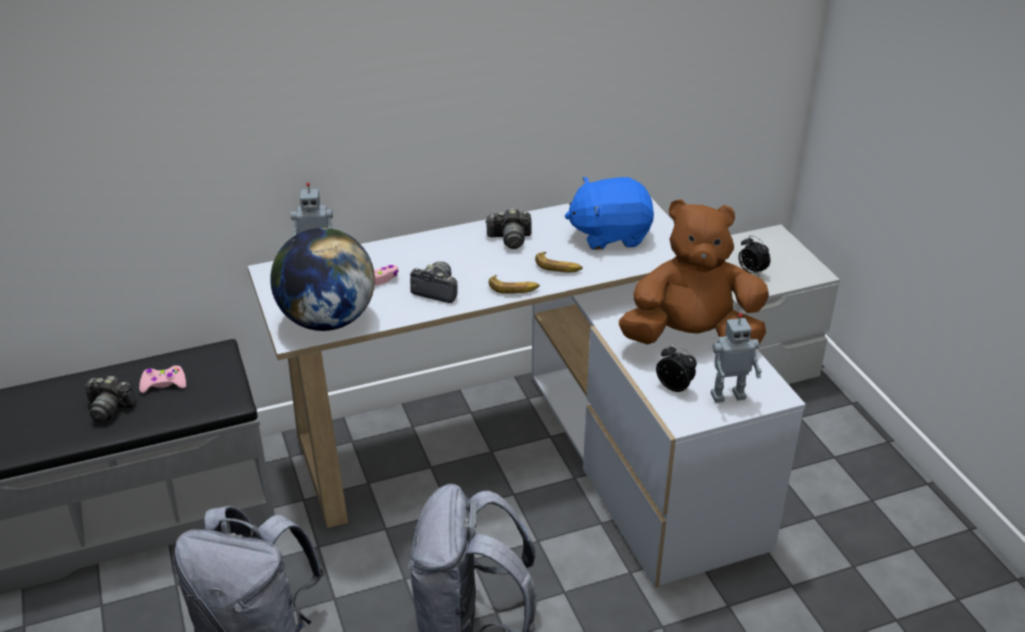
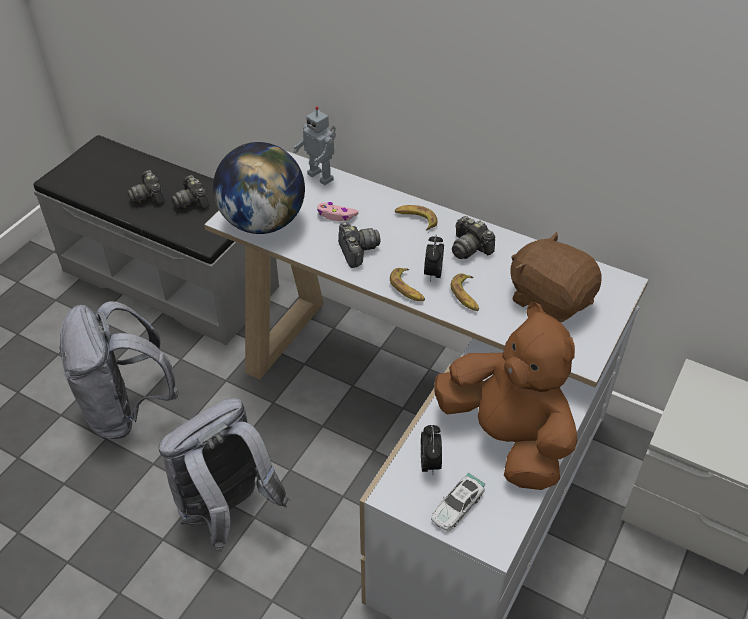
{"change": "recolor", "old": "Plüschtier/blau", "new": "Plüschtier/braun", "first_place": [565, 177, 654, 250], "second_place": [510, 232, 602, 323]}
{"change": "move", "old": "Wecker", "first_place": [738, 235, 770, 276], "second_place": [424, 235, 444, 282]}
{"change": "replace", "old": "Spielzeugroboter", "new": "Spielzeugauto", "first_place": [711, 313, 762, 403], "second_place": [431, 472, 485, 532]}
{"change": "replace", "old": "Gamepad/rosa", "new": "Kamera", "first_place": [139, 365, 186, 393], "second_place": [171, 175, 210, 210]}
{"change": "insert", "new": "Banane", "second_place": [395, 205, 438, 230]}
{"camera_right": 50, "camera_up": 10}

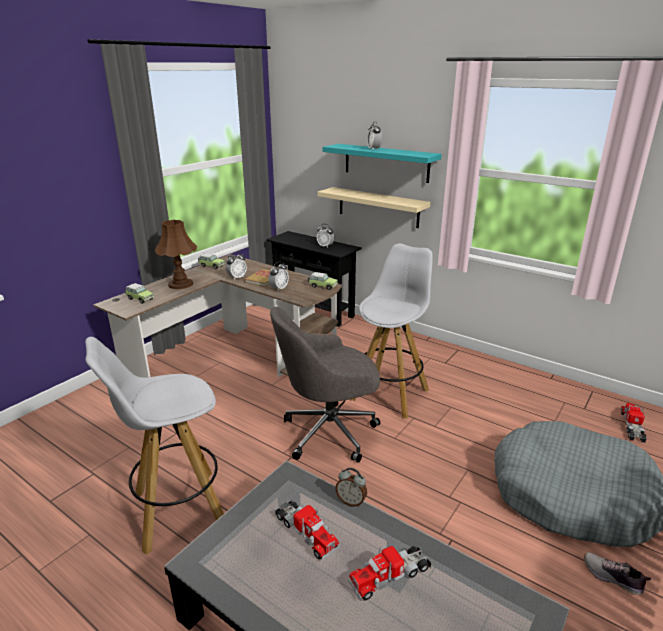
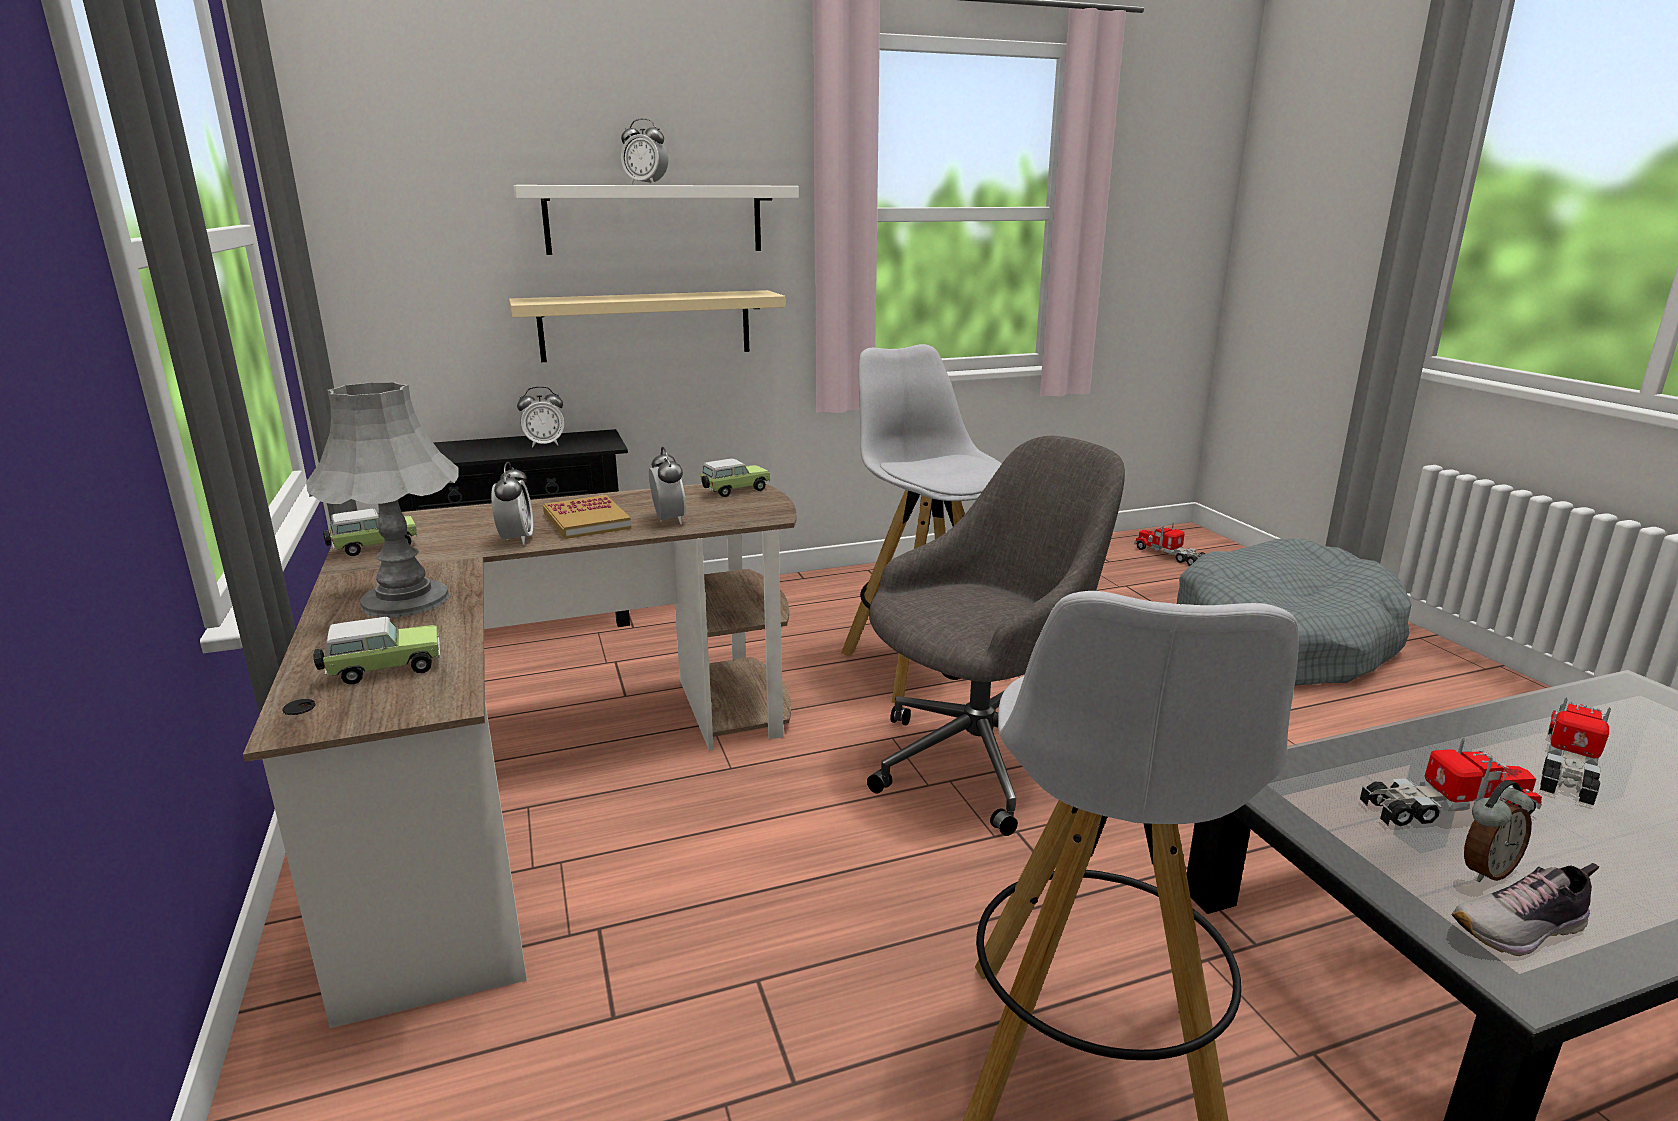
{"change": "recolor", "old": "Wandregal/türkis", "new": "Wandregal/weiß", "first_place": [323, 144, 442, 183], "second_place": [513, 185, 799, 255]}
{"change": "recolor", "old": "Tischlampe/braun", "new": "Tischlampe/grau", "first_place": [155, 220, 197, 289], "second_place": [306, 382, 459, 618]}
{"change": "rotate", "old": "Bürostuhl/grau", "first_place": [270, 307, 380, 463], "second_place": [867, 436, 1125, 836], "degrees": -135}
{"change": "move", "old": "Wecker", "first_place": [335, 468, 367, 507], "second_place": [1464, 780, 1534, 882]}
{"change": "rotate", "old": "Spielzeuglaster", "first_place": [348, 545, 431, 601], "second_place": [1540, 697, 1611, 805], "degrees": -150}
{"change": "move", "old": "Schuh", "first_place": [584, 552, 651, 595], "second_place": [1452, 863, 1599, 956]}
{"camera_right": -55, "camera_up": -5}

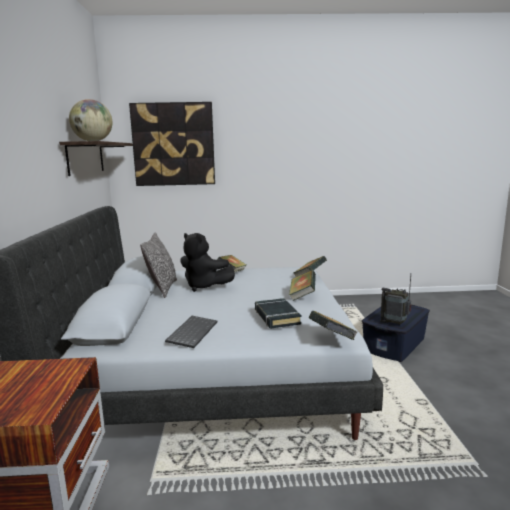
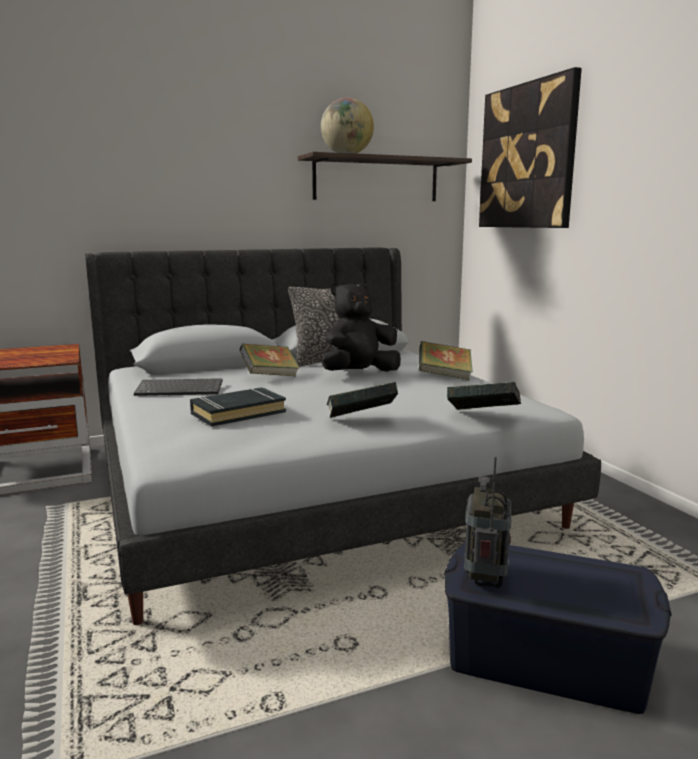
{"change": "rotate", "old": "Plüschtier/schwarz", "first_place": [180, 233, 235, 292], "second_place": [322, 282, 401, 372], "degrees": 45}
{"change": "move", "old": "Buch", "first_place": [309, 311, 357, 340], "second_place": [239, 344, 300, 376]}
{"camera_right": 70, "camera_up": 0}

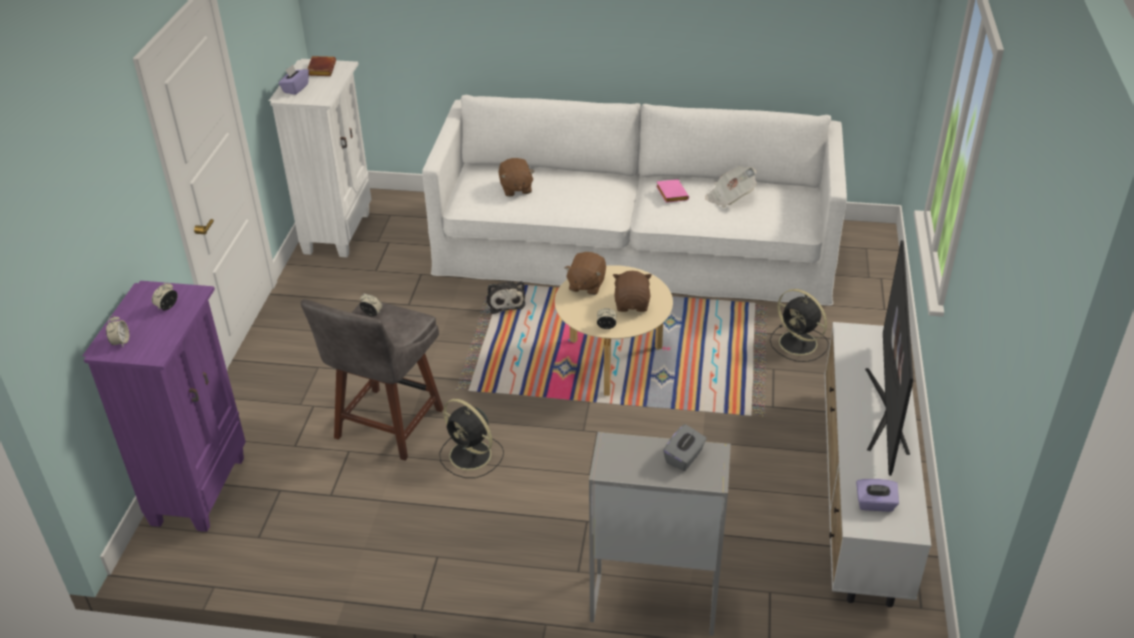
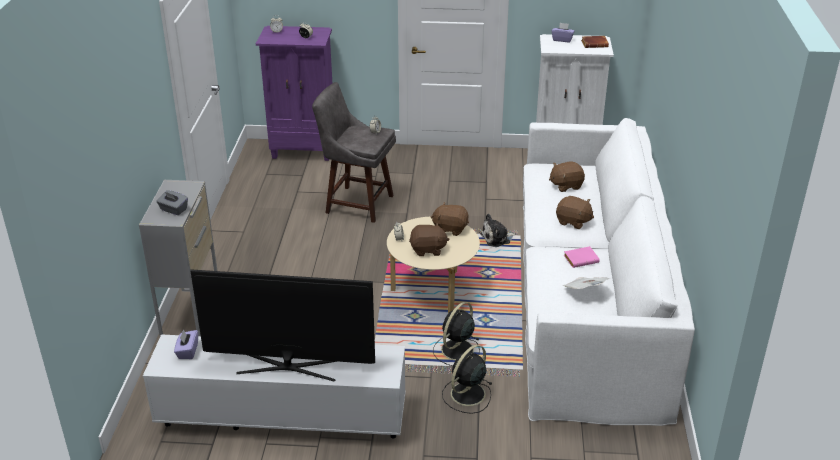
{"change": "move", "old": "Ventilator/schwarz", "first_place": [439, 399, 504, 478], "second_place": [433, 302, 480, 366]}
{"change": "insert", "new": "Plüschtier/braun", "second_place": [556, 196, 594, 229]}
{"camera_right": 85, "camera_up": -5}

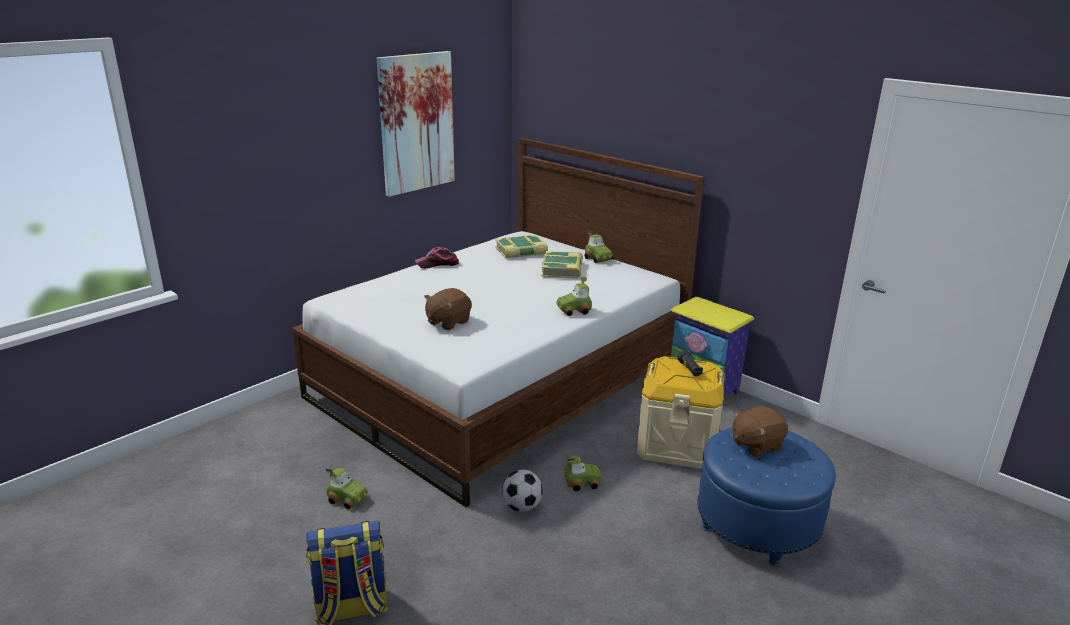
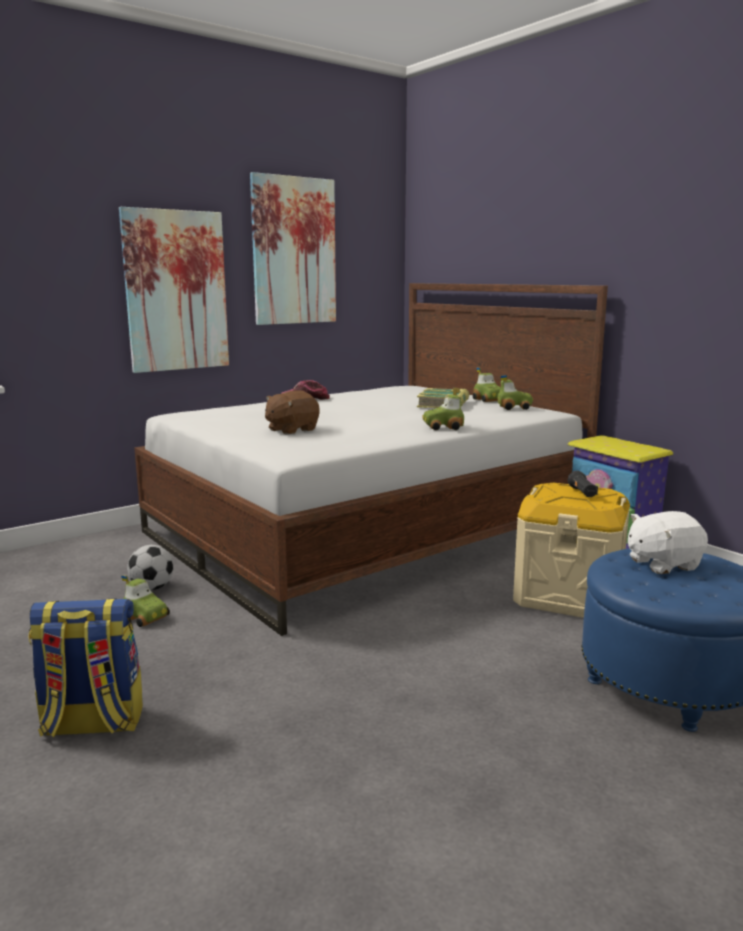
{"change": "delete", "old": "Buch", "first_place": [495, 234, 548, 259]}
{"change": "recolor", "old": "Plüschtier/braun", "new": "Plüschtier/weiß", "first_place": [732, 406, 788, 457], "second_place": [628, 511, 708, 574]}
{"change": "move", "old": "Spielzeugauto", "first_place": [564, 455, 602, 491], "second_place": [497, 375, 533, 410]}
{"change": "move", "old": "Fußball", "first_place": [502, 470, 543, 512], "second_place": [127, 545, 173, 590]}
{"change": "insert", "new": "Bild", "second_place": [119, 207, 229, 373]}
{"camera_right": 10, "camera_up": -10}

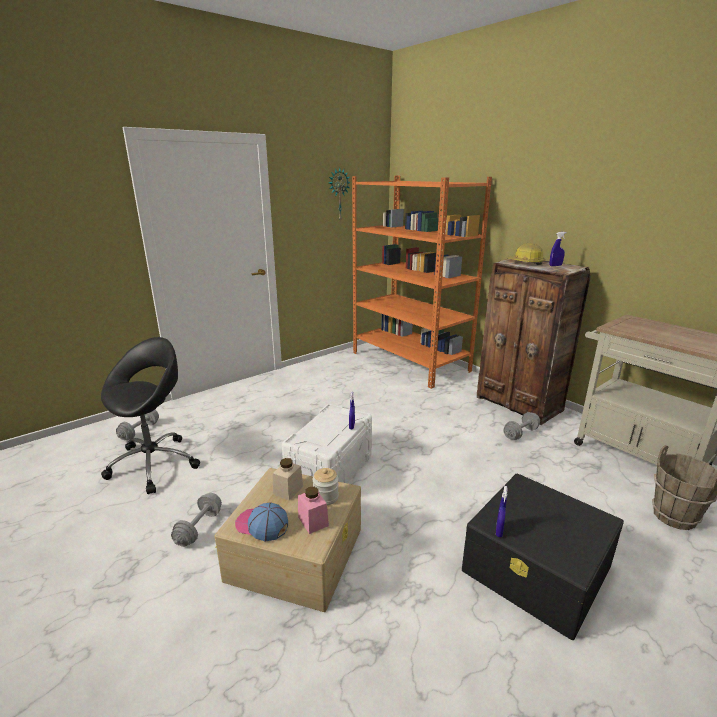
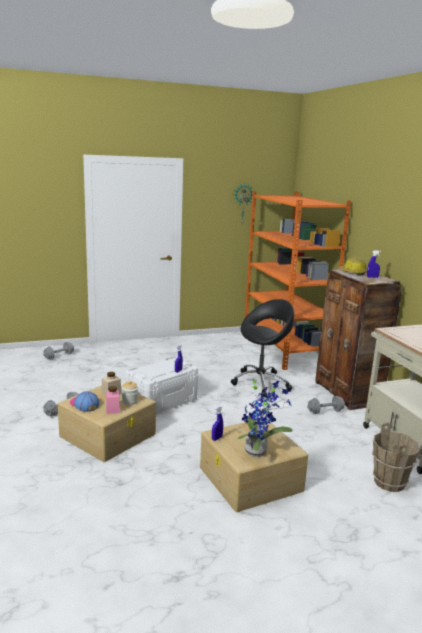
{"change": "move", "old": "Bürostuhl/schwarz", "first_place": [101, 337, 200, 494], "second_place": [231, 299, 294, 398]}
{"change": "recolor", "old": "Aufbewahrungsbox/schwarz", "new": "Aufbewahrungsbox/beige", "first_place": [462, 473, 624, 640], "second_place": [200, 420, 308, 512]}
{"change": "insert", "new": "Topfpflanze", "second_place": [238, 378, 293, 457]}
{"camera_right": 20, "camera_up": -5}

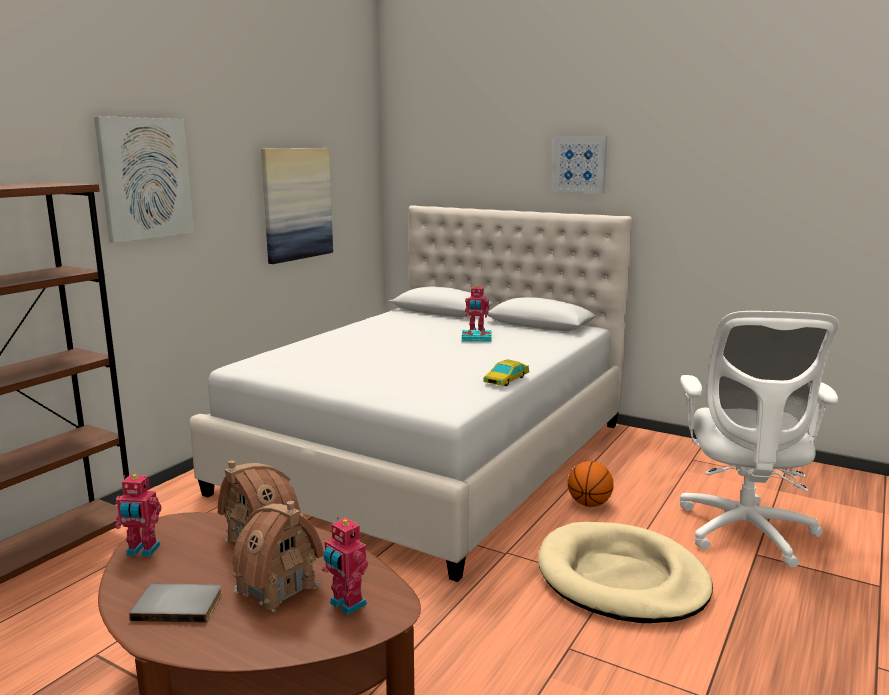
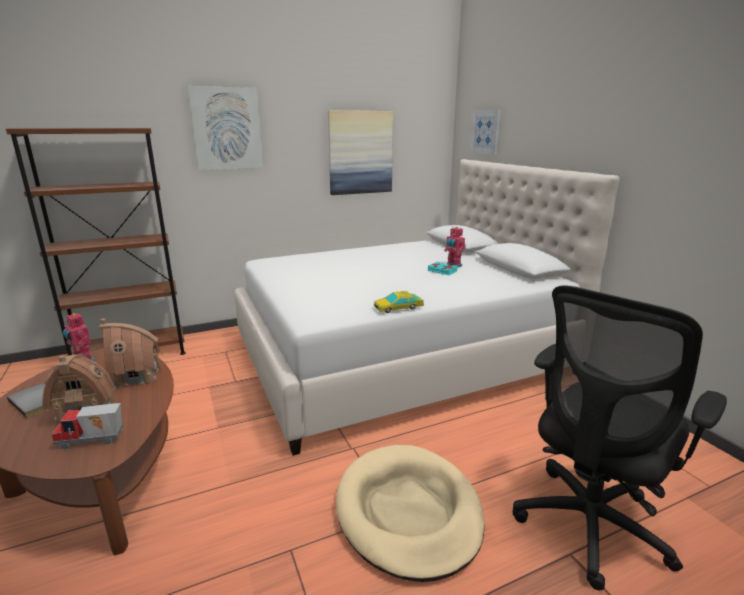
{"change": "move", "old": "Bild", "first_place": [552, 136, 607, 193], "second_place": [470, 109, 501, 154]}
{"change": "recolor", "old": "Bürostuhl/weiß", "new": "Bürostuhl/schwarz", "first_place": [680, 311, 839, 568], "second_place": [513, 285, 727, 591]}
{"change": "delete", "old": "Basketball", "first_place": [568, 461, 614, 507]}
{"change": "replace", "old": "Spielzeugroboter", "new": "Spielzeuglaster", "first_place": [322, 517, 368, 615], "second_place": [52, 403, 123, 449]}
{"camera_right": 35, "camera_up": 5}

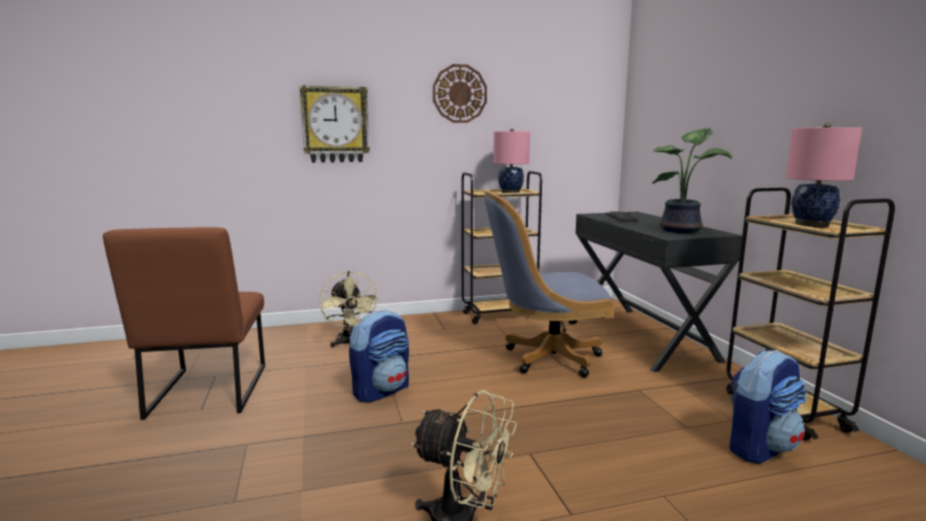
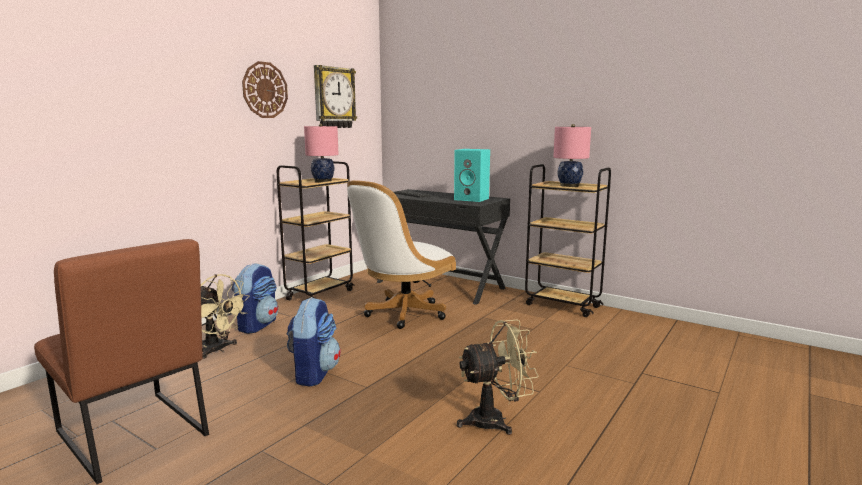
{"change": "move", "old": "Wanduhr", "first_place": [300, 85, 370, 163], "second_place": [314, 65, 357, 128]}
{"change": "replace", "old": "Topfpflanze", "new": "Lautsprecher/türkis", "first_place": [652, 128, 732, 233], "second_place": [454, 149, 490, 202]}
{"change": "recolor", "old": "Bürostuhl/blau", "new": "Bürostuhl/weiß", "first_place": [484, 191, 614, 378], "second_place": [347, 180, 456, 329]}
{"change": "move", "old": "Rucksack", "first_place": [729, 350, 807, 464], "second_place": [232, 263, 278, 334]}
{"camera_right": -40, "camera_up": 0}

